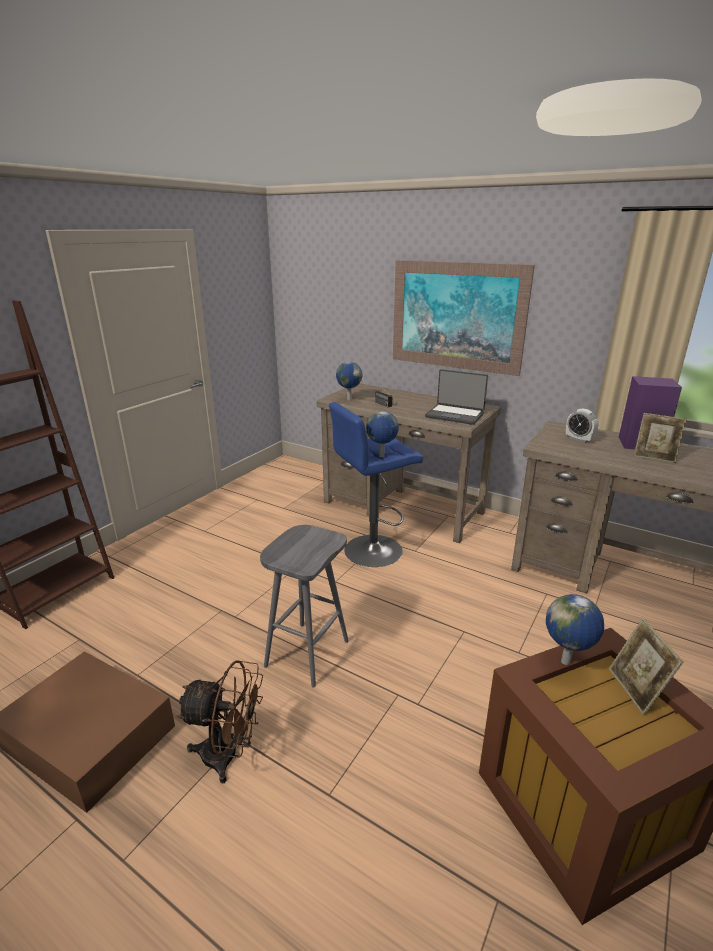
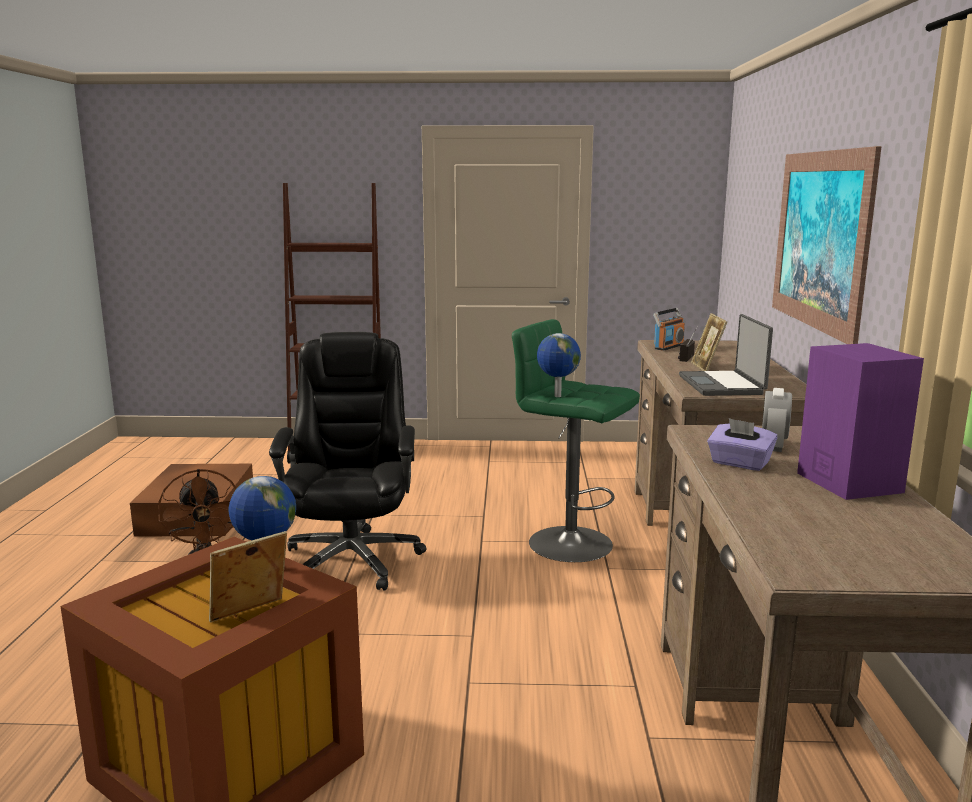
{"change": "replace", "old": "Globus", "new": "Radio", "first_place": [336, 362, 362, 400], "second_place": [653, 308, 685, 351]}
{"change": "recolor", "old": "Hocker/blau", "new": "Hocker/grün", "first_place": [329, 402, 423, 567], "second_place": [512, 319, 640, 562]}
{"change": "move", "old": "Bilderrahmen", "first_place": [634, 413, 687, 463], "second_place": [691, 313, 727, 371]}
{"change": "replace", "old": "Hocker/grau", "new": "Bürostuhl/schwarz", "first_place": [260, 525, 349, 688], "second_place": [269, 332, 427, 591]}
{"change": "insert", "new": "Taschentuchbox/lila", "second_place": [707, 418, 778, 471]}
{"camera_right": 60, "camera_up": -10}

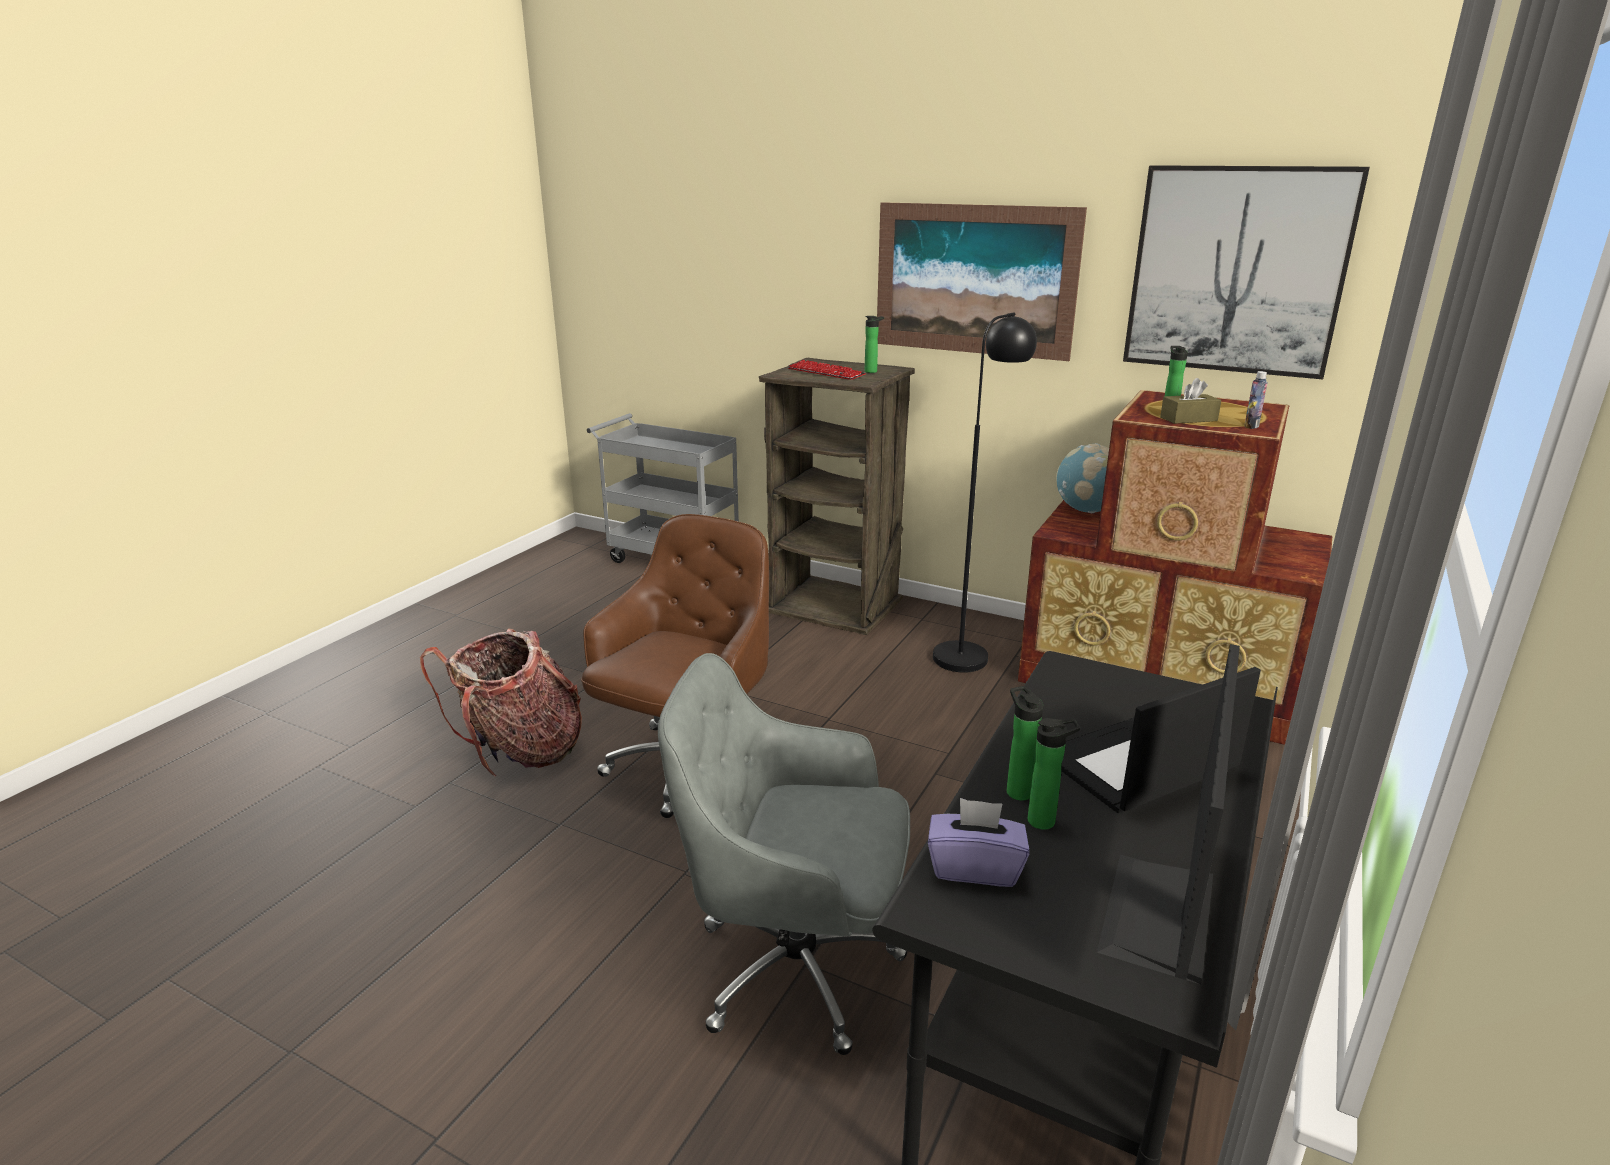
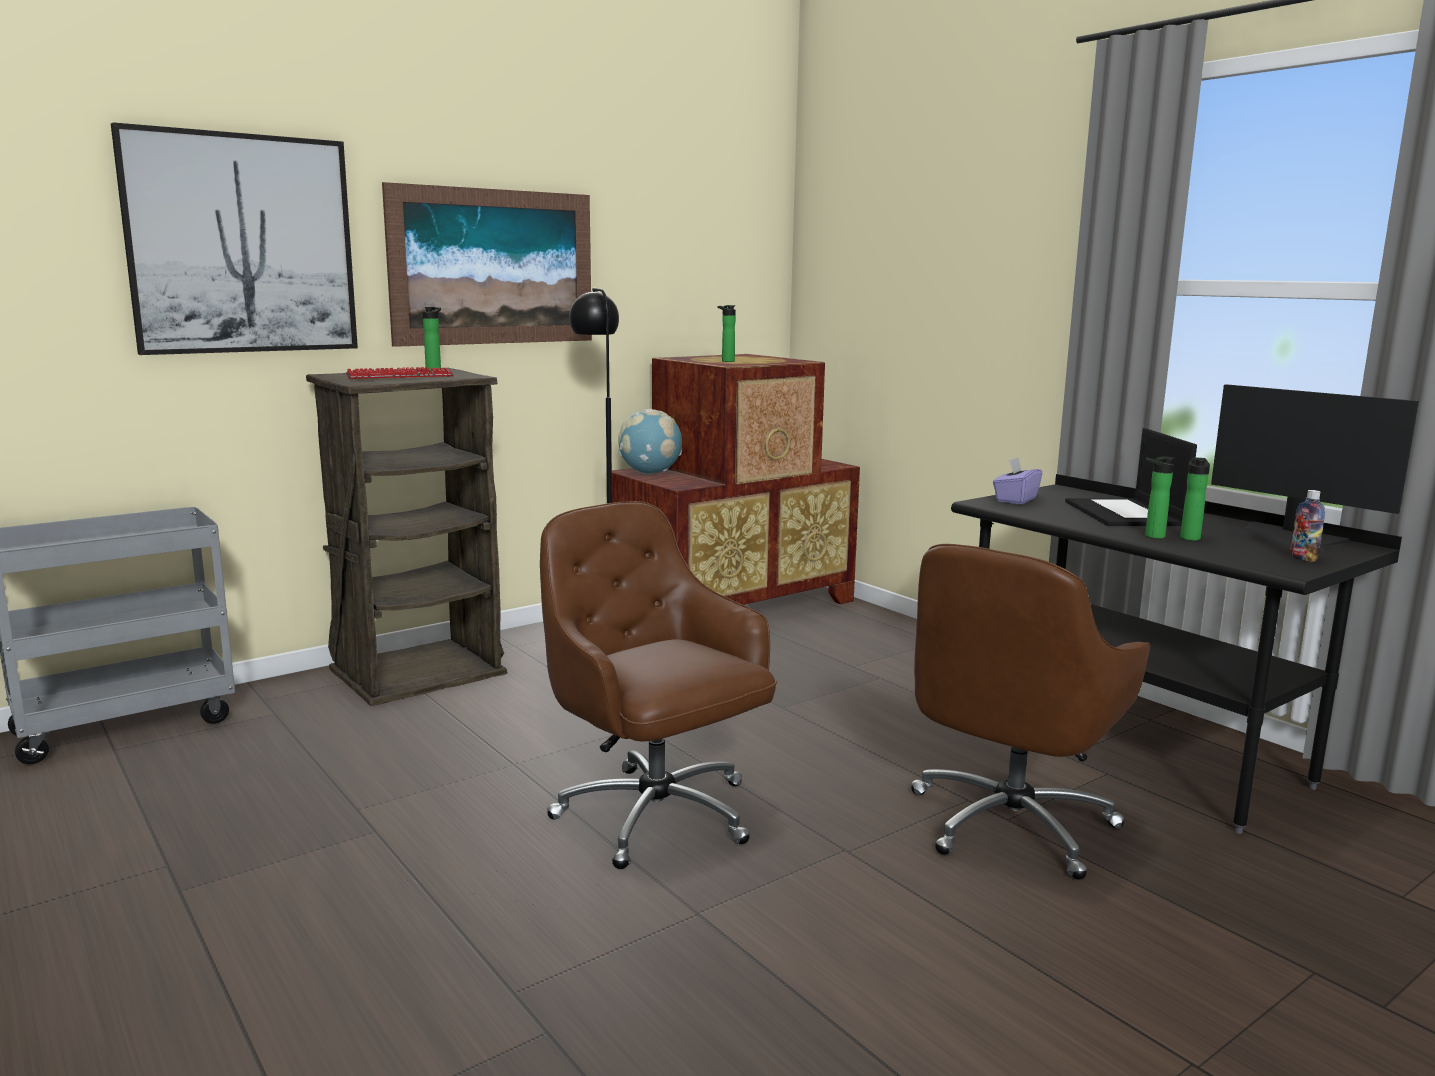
{"change": "move", "old": "Bild", "first_place": [1123, 165, 1370, 379], "second_place": [111, 122, 358, 355]}
{"change": "move", "old": "Flasche", "first_place": [1244, 371, 1268, 429], "second_place": [1290, 490, 1325, 562]}
{"change": "delete", "old": "Taschentuchbox/braun", "first_place": [1160, 378, 1221, 424]}
{"change": "delete", "old": "Rucksack", "first_place": [420, 628, 582, 777]}
{"change": "recolor", "old": "Bürostuhl/grau", "new": "Bürostuhl/braun", "first_place": [658, 653, 910, 1055], "second_place": [911, 544, 1150, 880]}
{"change": "move", "old": "Taschentuchbox/lila", "first_place": [928, 798, 1030, 887], "second_place": [993, 457, 1042, 504]}
{"camera_right": -65, "camera_up": -10}

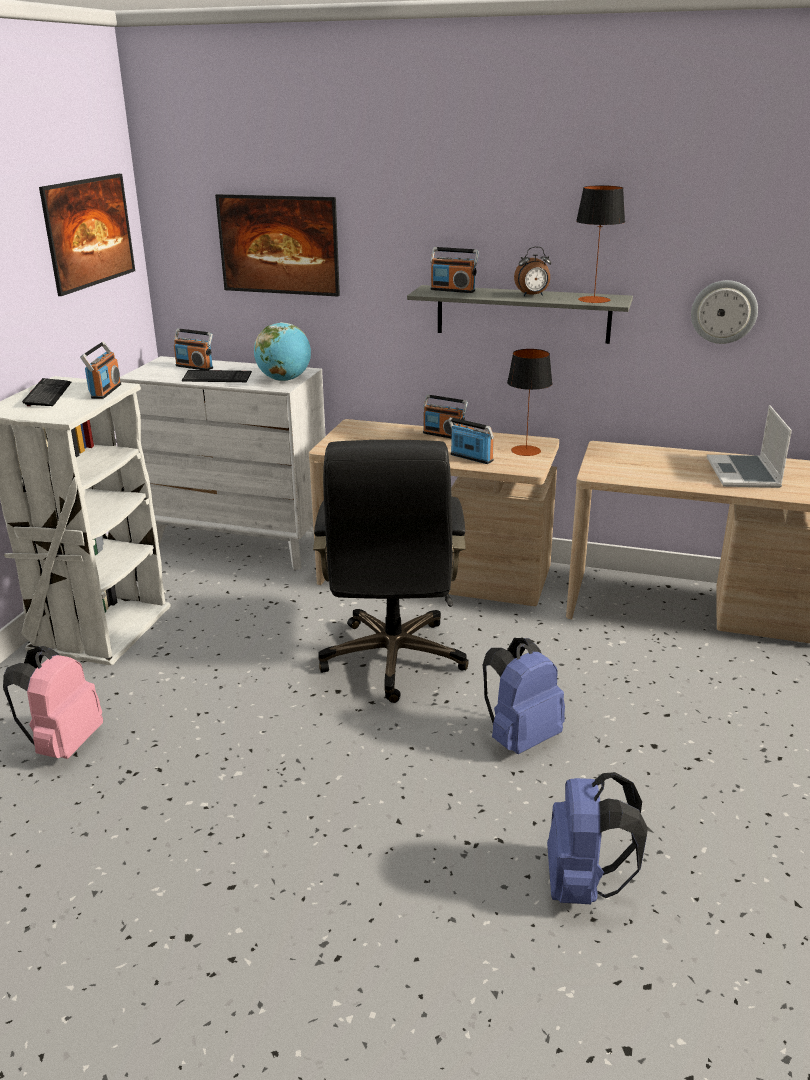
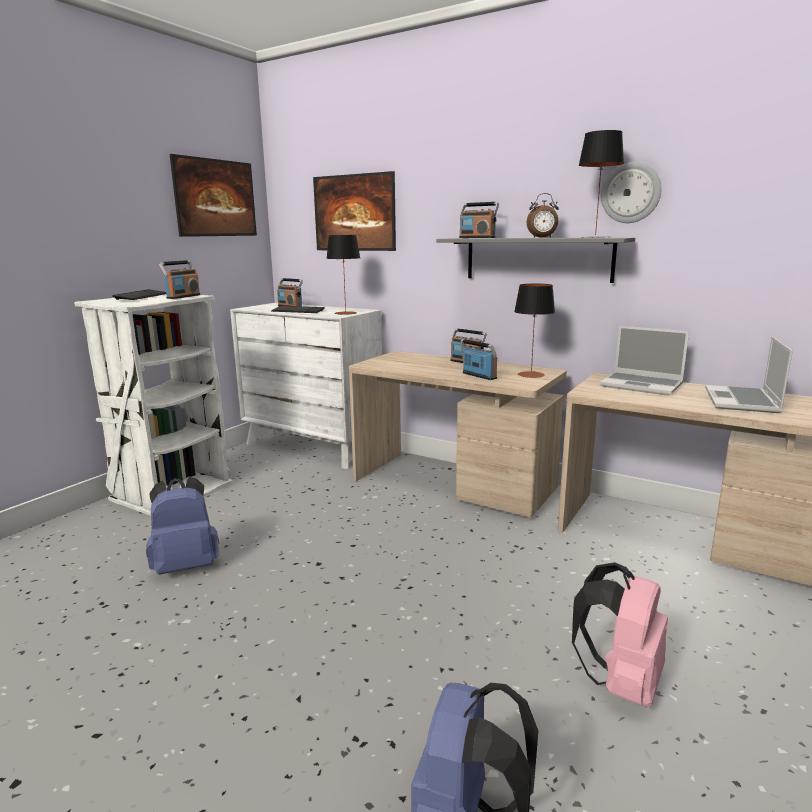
{"change": "move", "old": "Wanduhr", "first_place": [691, 280, 758, 344], "second_place": [601, 162, 662, 223]}
{"change": "replace", "old": "Globus", "new": "Tischlampe", "first_place": [254, 322, 311, 381], "second_place": [326, 235, 360, 315]}
{"change": "delete", "old": "Bürostuhl/schwarz", "first_place": [313, 440, 469, 703]}
{"change": "move", "old": "Rucksack/blau", "first_place": [483, 638, 565, 754], "second_place": [146, 477, 219, 574]}
{"change": "move", "old": "Rucksack/rosa", "first_place": [3, 646, 103, 759], "second_place": [572, 562, 668, 707]}
{"change": "insert", "new": "Laptop", "second_place": [600, 326, 689, 396]}
{"camera_right": 15, "camera_up": -10}

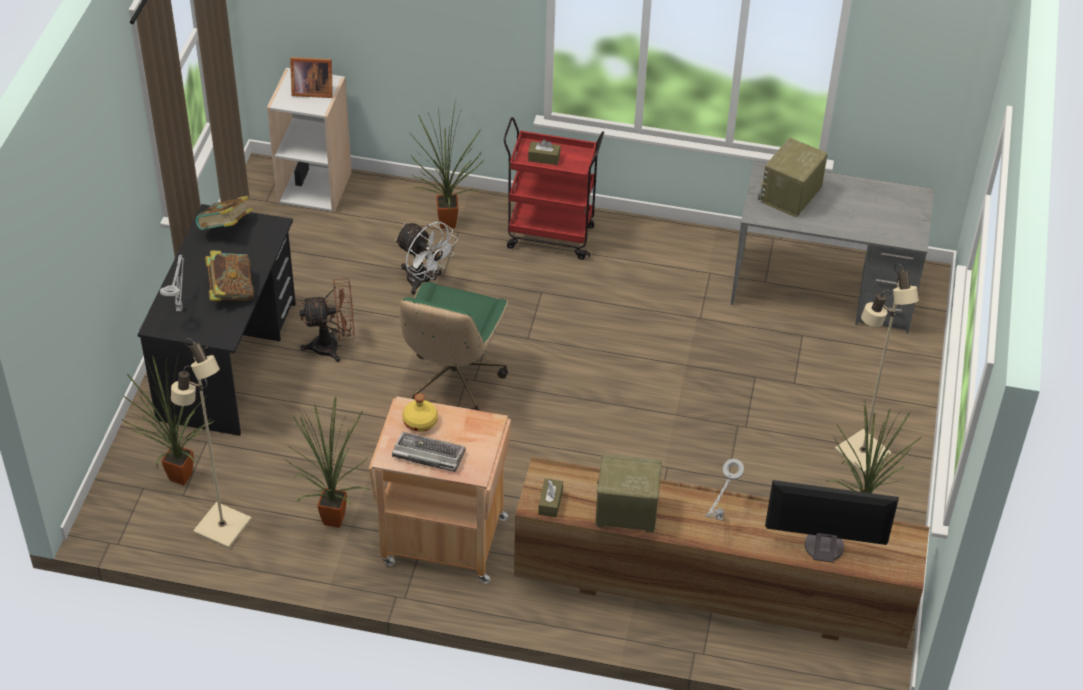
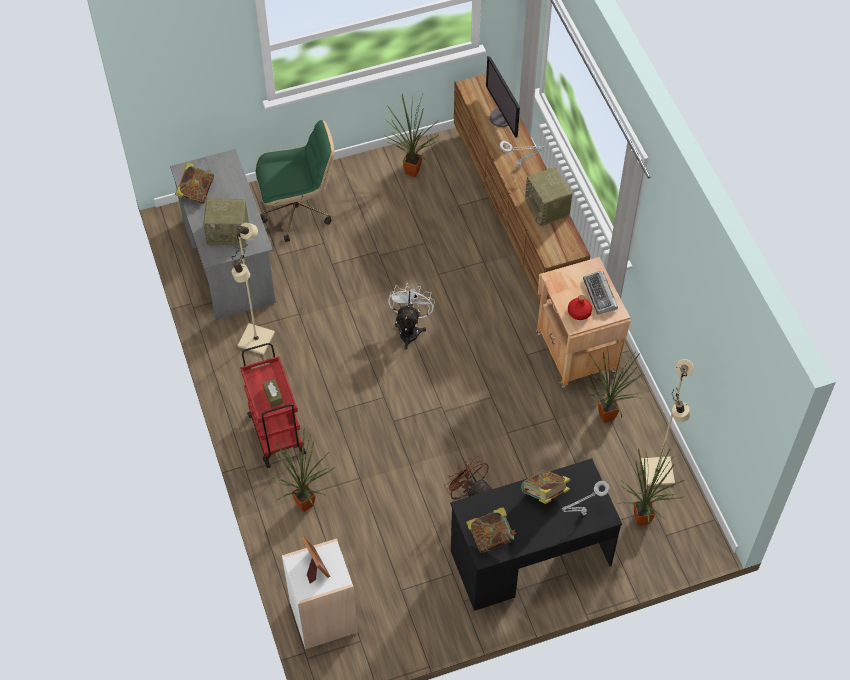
{"change": "move", "old": "Ventilator/weiß", "first_place": [395, 222, 458, 295], "second_place": [388, 283, 435, 350]}
{"change": "move", "old": "Stehlampe/beige", "first_place": [834, 264, 919, 474], "second_place": [232, 223, 275, 355]}
{"change": "move", "old": "Bürostuhl/grün", "first_place": [400, 282, 508, 411], "second_place": [256, 120, 335, 242]}
{"change": "recolor", "old": "Flasche/gelb", "new": "Flasche/rot", "first_place": [402, 393, 438, 432], "second_place": [568, 295, 592, 320]}
{"change": "delete", "old": "Taschentuchbox/braun", "first_place": [538, 479, 563, 518]}
{"change": "insert", "new": "Buch", "second_place": [175, 162, 214, 204]}
{"camera_right": -120, "camera_up": 10}

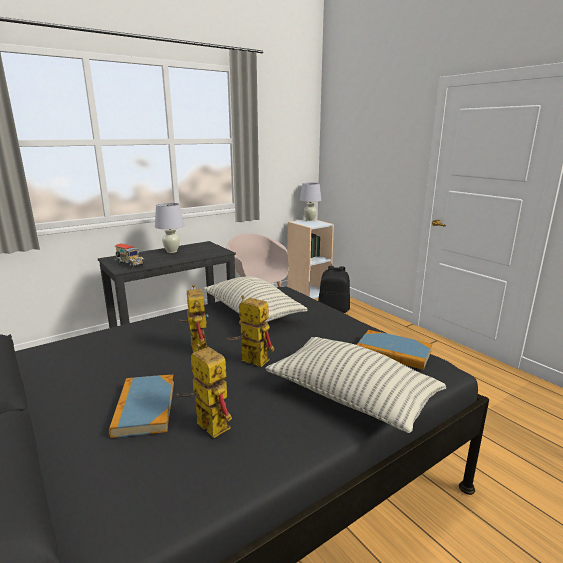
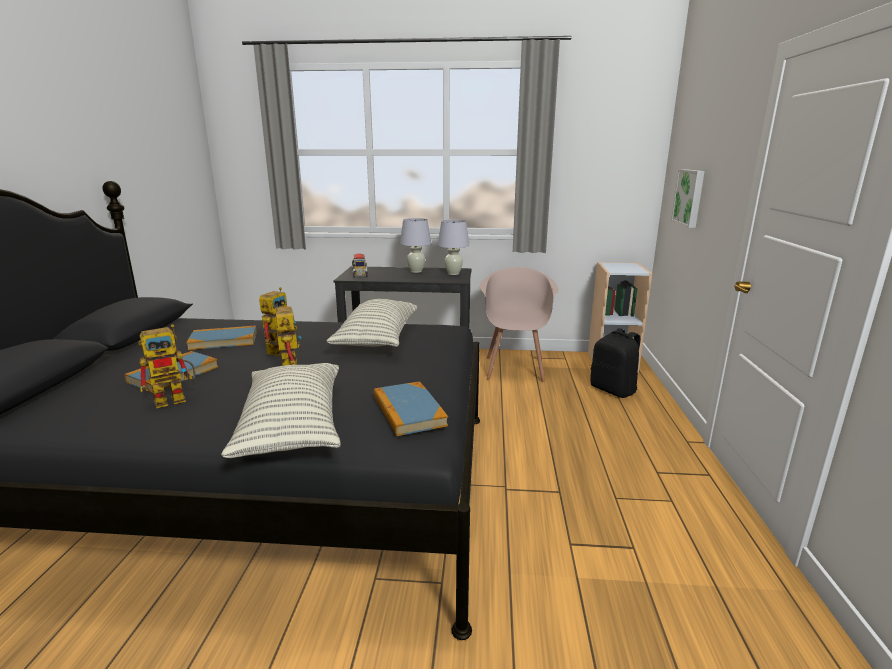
{"change": "move", "old": "Tischlampe/weiß", "first_place": [300, 183, 322, 221], "second_place": [438, 219, 469, 275]}
{"change": "rotate", "old": "Spielzeugroboter", "first_place": [177, 344, 232, 438], "second_place": [138, 324, 195, 409], "degrees": 60}
{"change": "insert", "new": "Bild", "second_place": [671, 169, 705, 228]}
{"change": "insert", "new": "Buch", "second_place": [186, 326, 257, 350]}
{"camera_right": 40, "camera_up": 0}

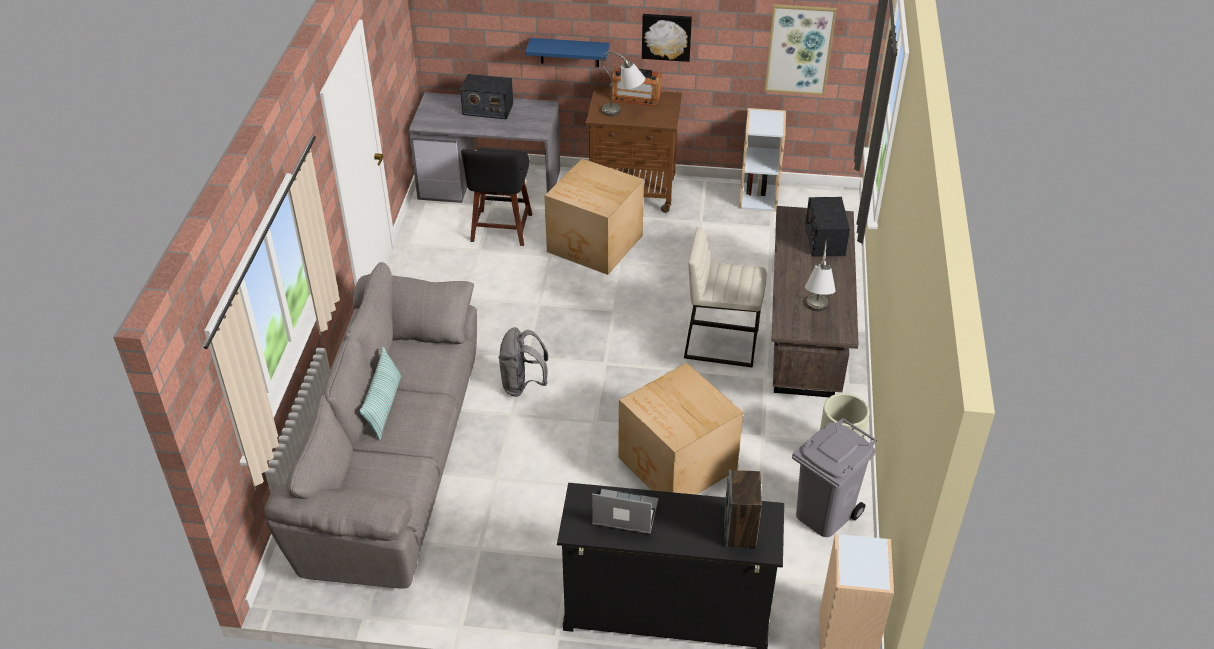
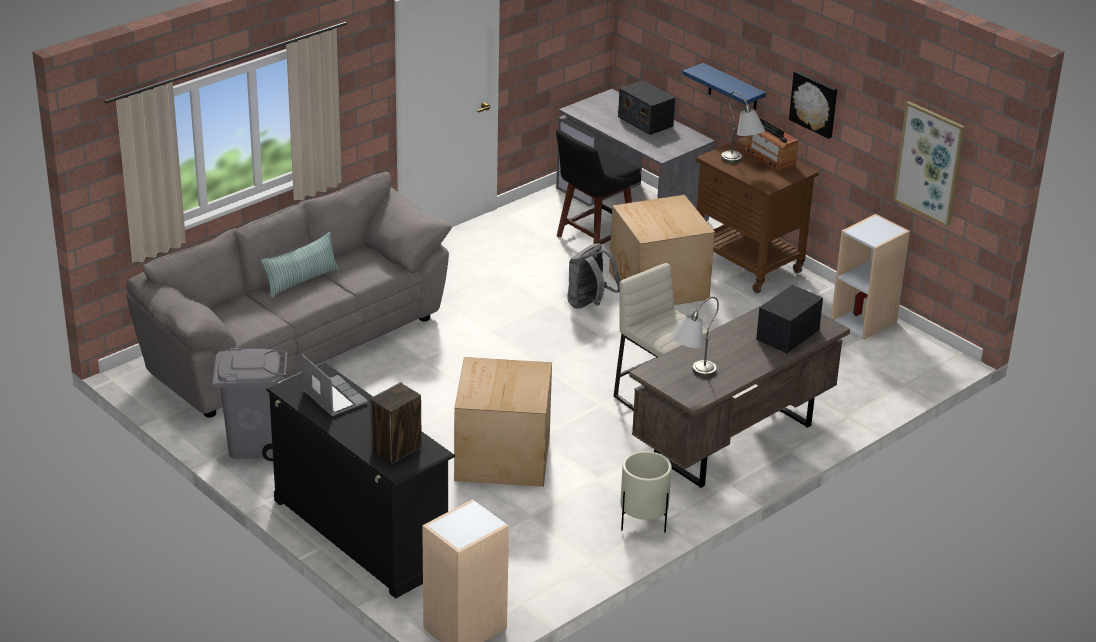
{"change": "move", "old": "Rucksack/grau", "first_place": [498, 327, 548, 397], "second_place": [567, 243, 620, 309]}
{"change": "move", "old": "Mülleimer/grau", "first_place": [792, 418, 877, 537], "second_place": [212, 348, 288, 461]}
{"camera_right": 40, "camera_up": -10}

